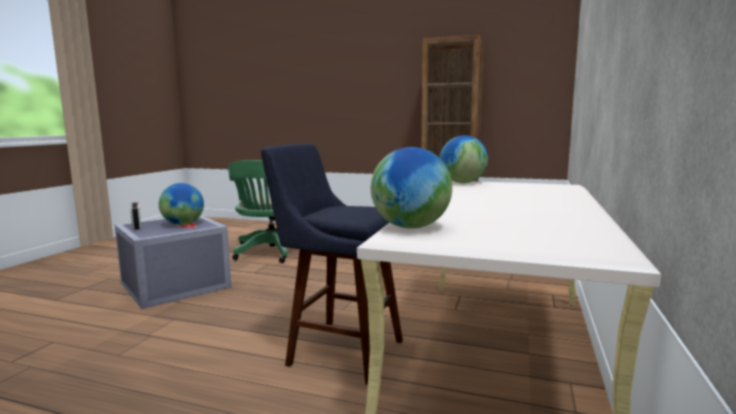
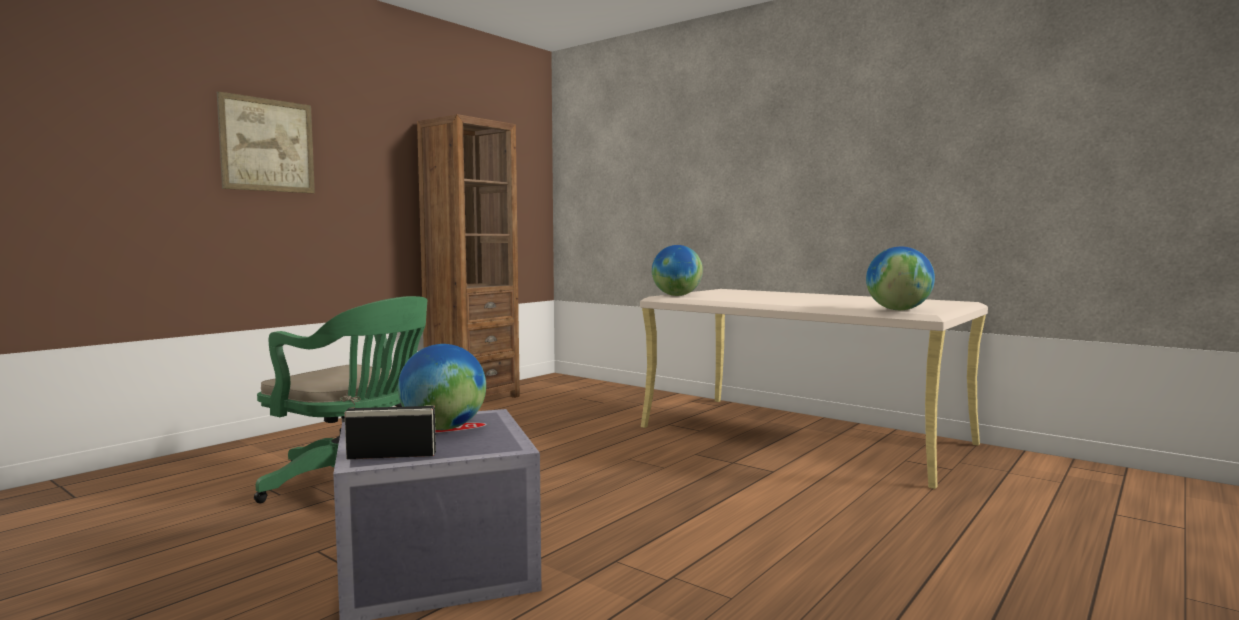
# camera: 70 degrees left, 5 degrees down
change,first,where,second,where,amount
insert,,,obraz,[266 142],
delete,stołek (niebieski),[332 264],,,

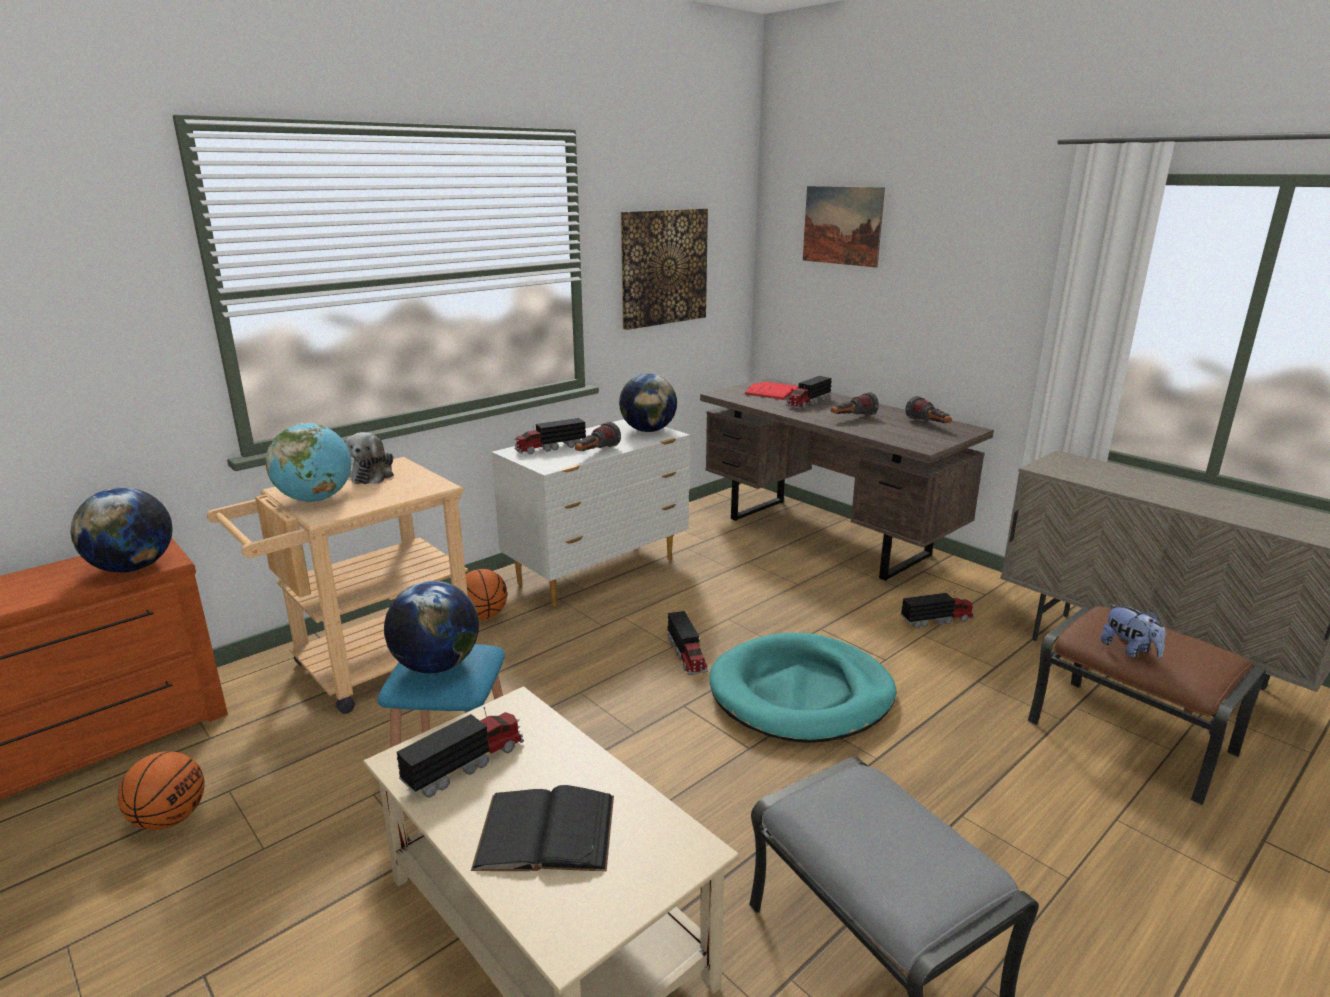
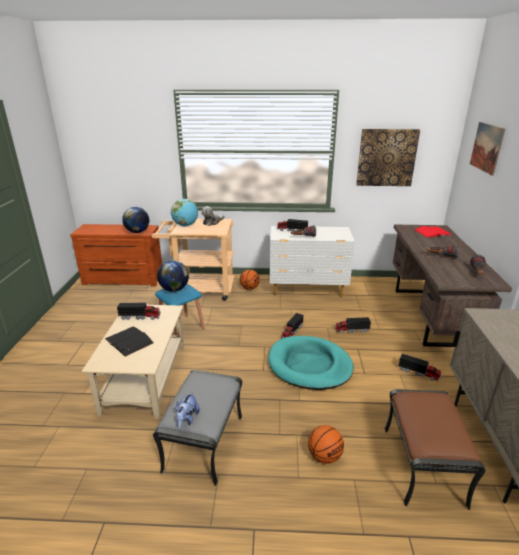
# camera: 45 degrees right, 5 degrees up
change,first,where,second,where,amount
move,pluszak,[1133 631],,[188 410],
move,piłka do koszykówki,[161 790],,[326 444],
move,ciężarówka zabawkowa,[809 392],,[353 325],
delete,globus,[648 403],,,

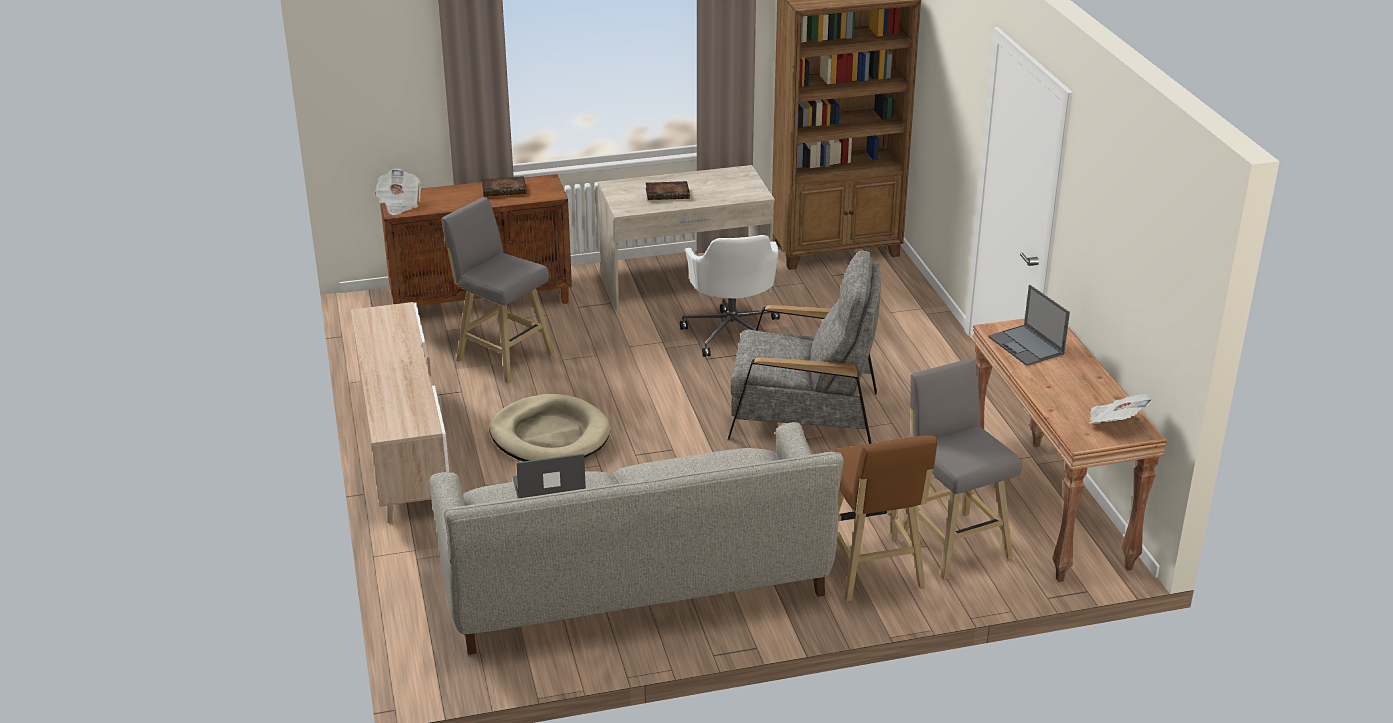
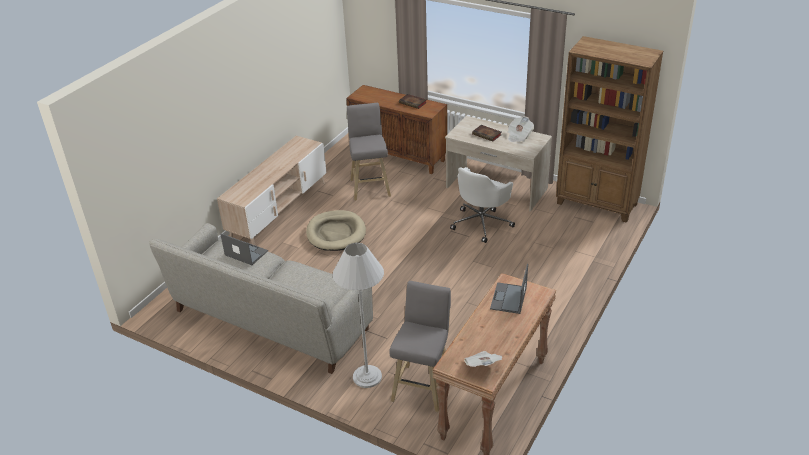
# camera: 45 degrees right, 5 degrees up
change,first,where,second,where,amount
replace,stołek (brązowy),[883 518],lampa stojąca (biały),[358 315],
move,gazeta,[398 192],,[520 129],
delete,fotel (szary),[804 347],,,

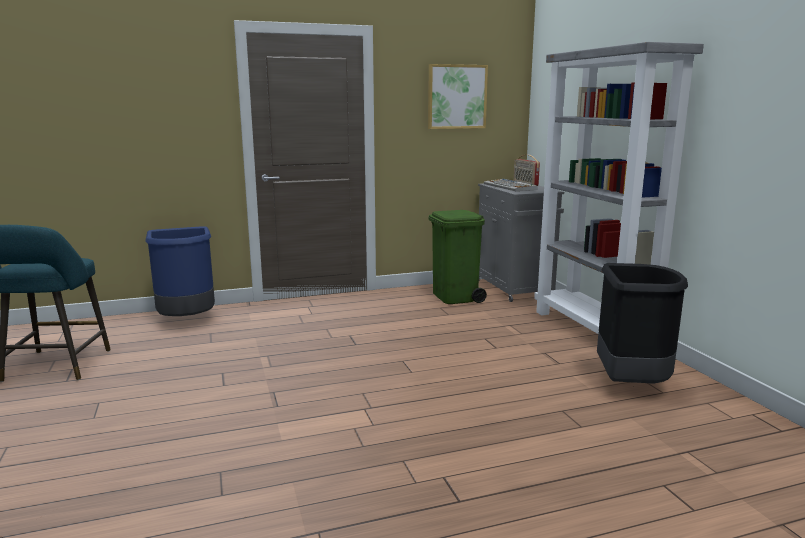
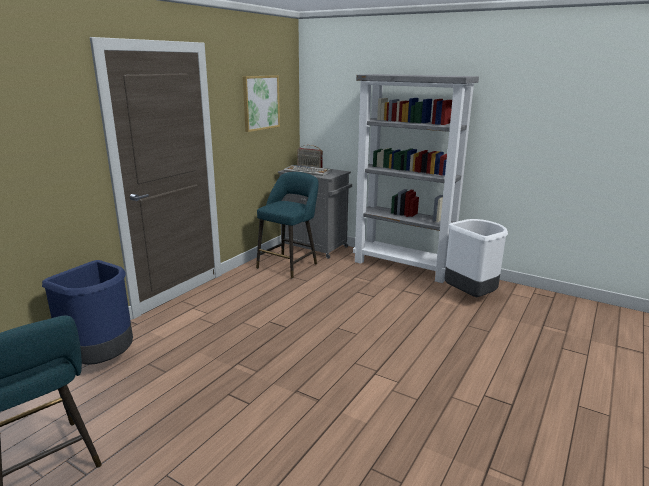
# camera: 40 degrees left, 5 degrees up
change,first,where,second,where,amount
replace,kosz na śmieci (zielony),[457 257],stołek (turkusowy),[287 225],
recolor,kosz na śmieci (czarny),[642 323],kosz na śmieci (biały),[476 258],

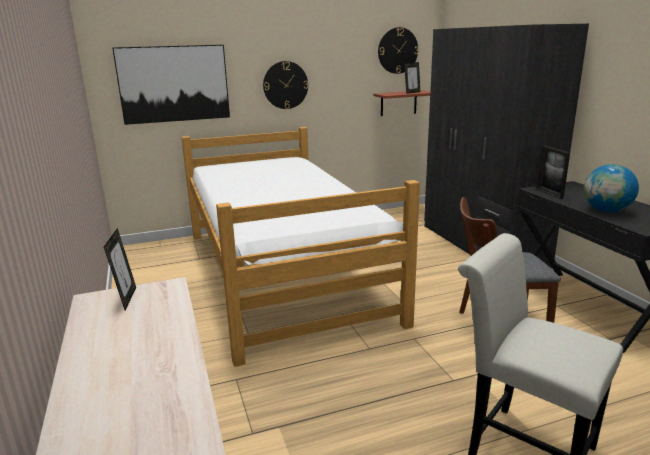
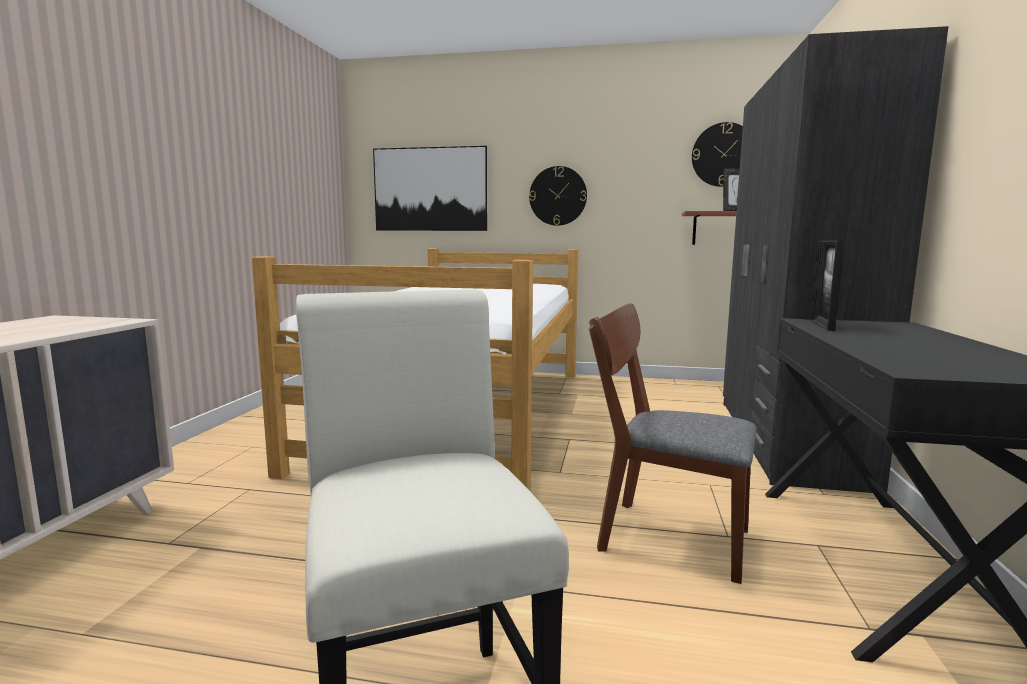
# camera: 30 degrees right, 10 degrees down
change,first,where,second,where,amount
delete,ramka na zdjęcie,[120 269],,,
delete,globus,[611 188],,,

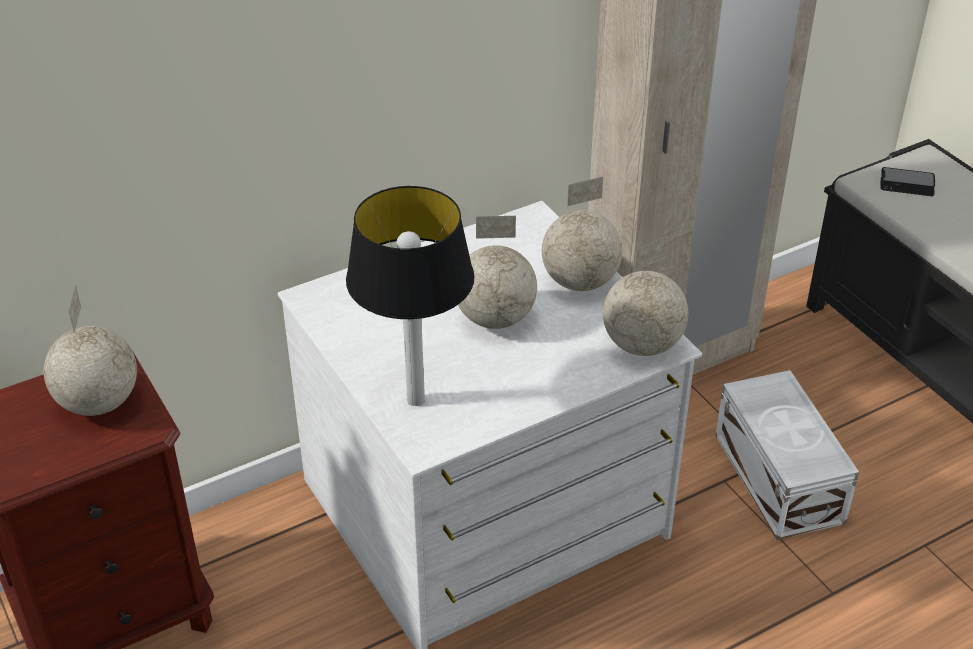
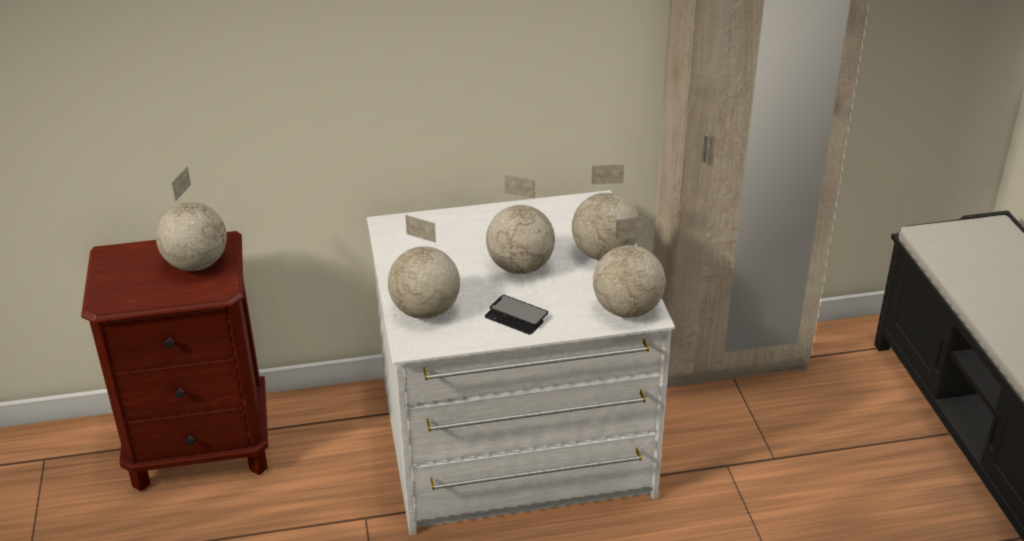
# camera: 20 degrees right, 5 degrees down
change,first,where,second,where,amount
replace,lampa stołowa,[410 296],globus,[424 267],
move,telefon,[908 181],,[516 314],
delete,pojemnik do przechowywania (biały),[787 455],,,

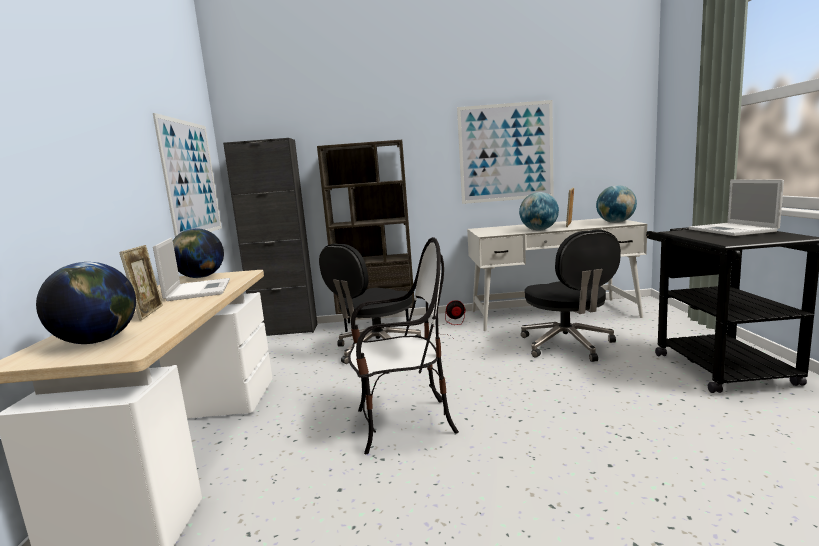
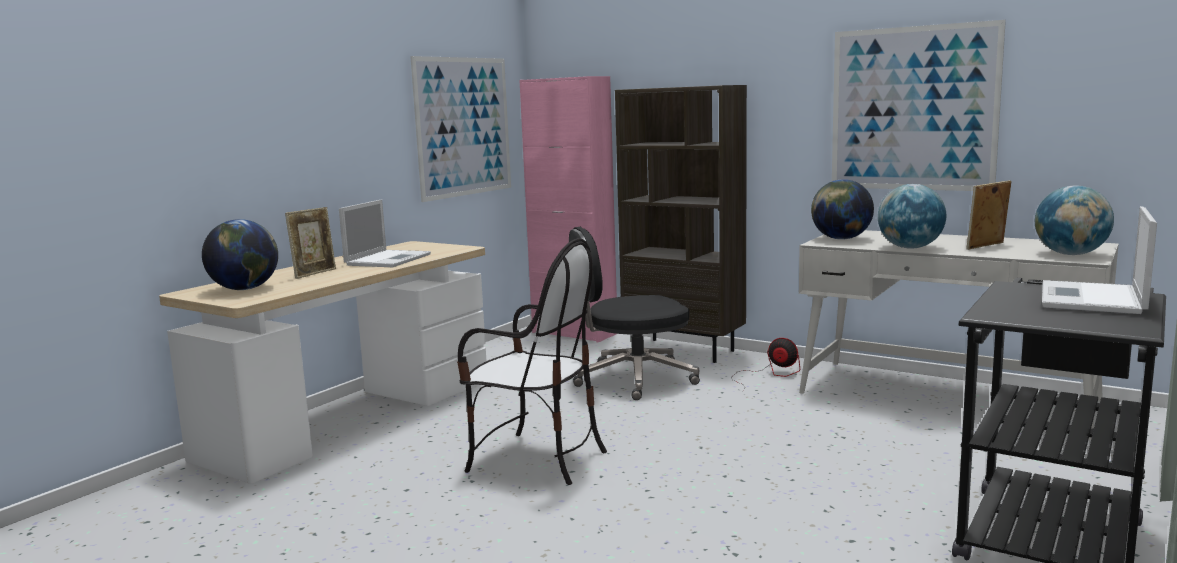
# camera: 35 degrees right, 0 degrees up
change,first,where,second,where,amount
recolor,szafka (czarny),[270 237],szafka (różowy),[568 209],
move,globus,[198 253],,[842 209],
delete,krzesło biurowe (czarny),[571 296],,,

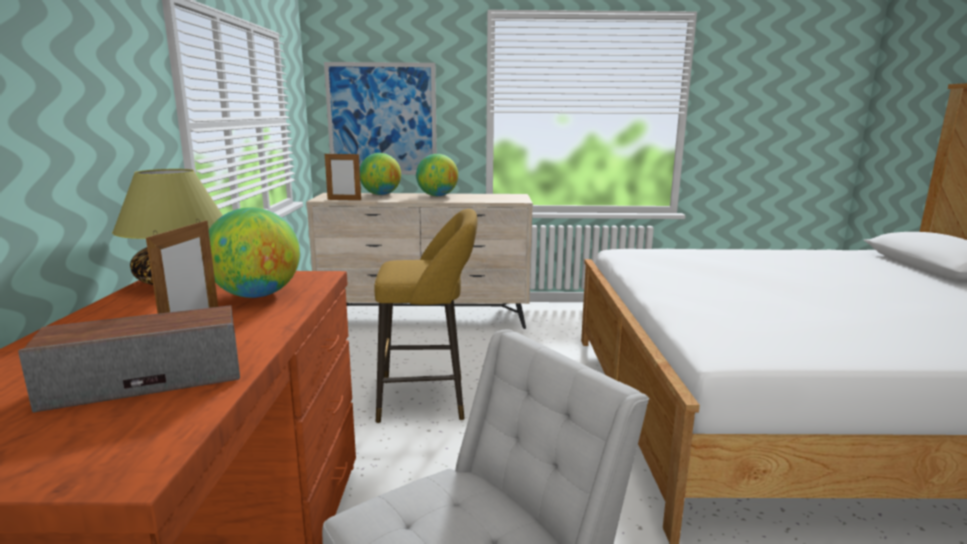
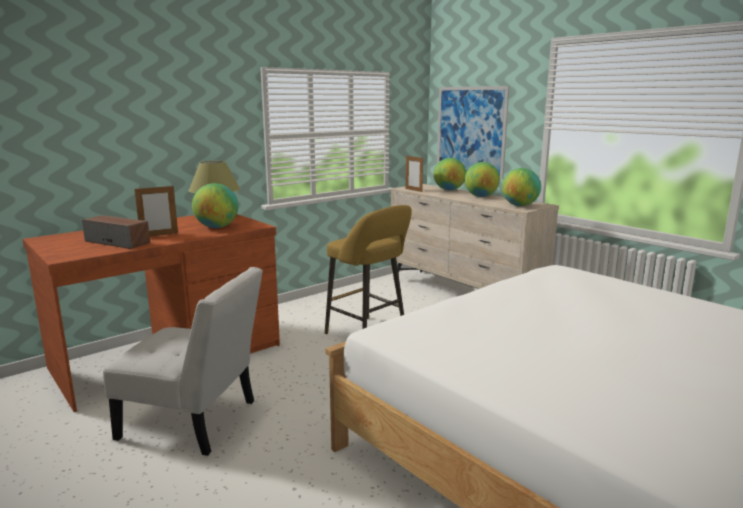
# camera: 50 degrees right, 0 degrees up
change,first,where,second,where,amount
insert,,,globus,[521 187],

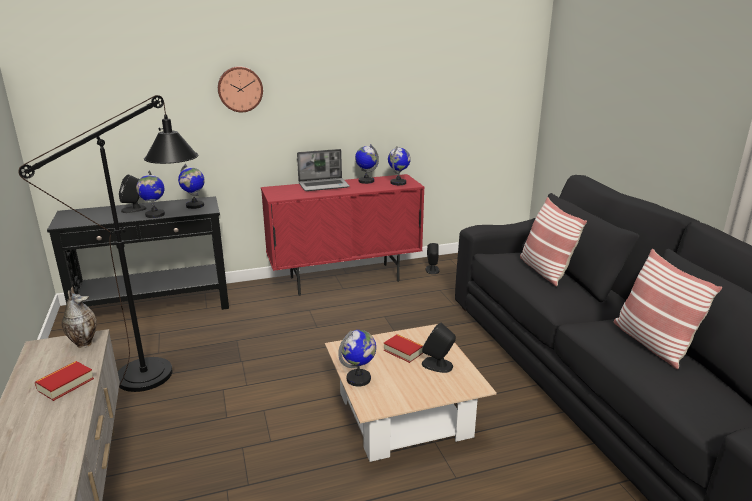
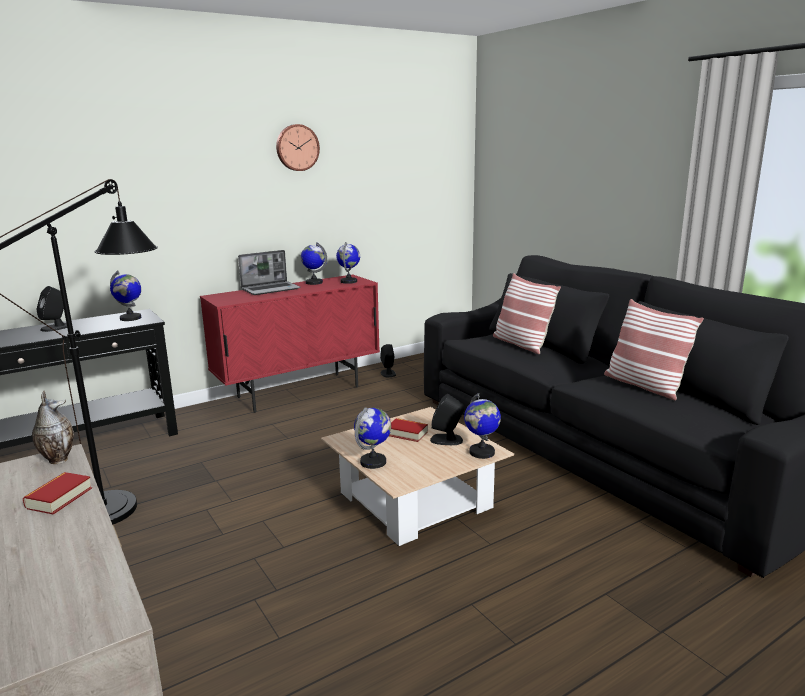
# camera: 15 degrees left, 5 degrees down
change,first,where,second,where,amount
move,zegar ścienny,[240 89],,[298 147],
move,globus,[150 194],,[482 426],

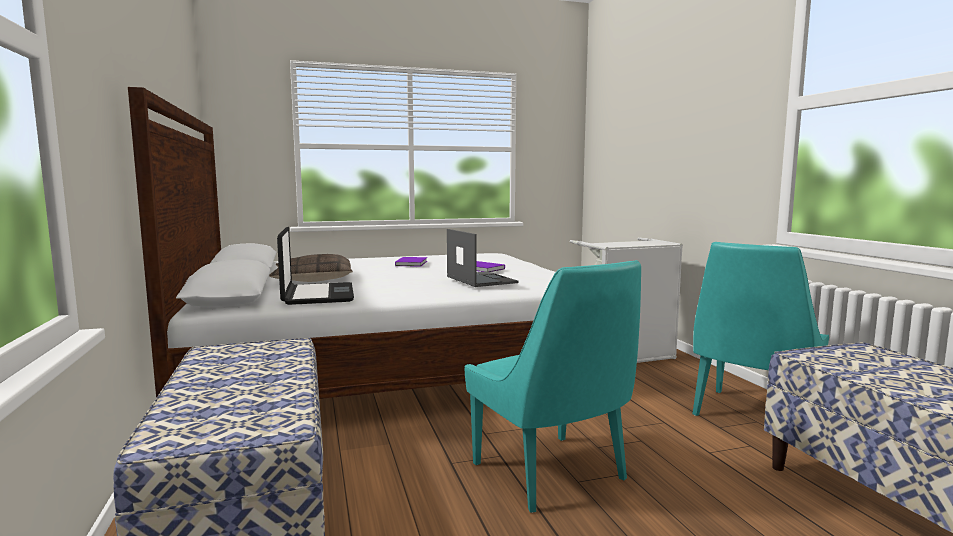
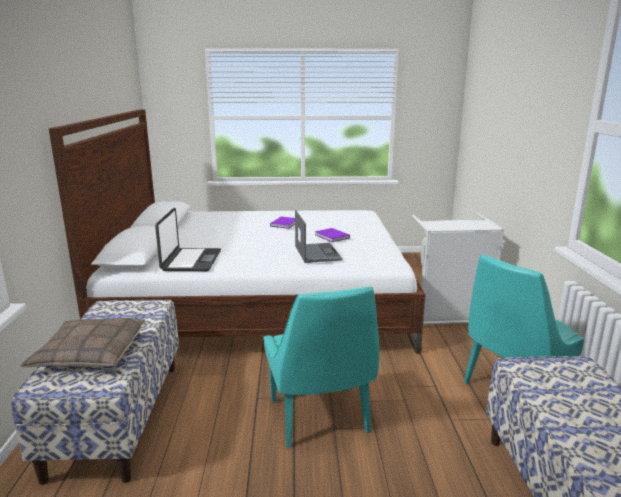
# camera: 15 degrees right, 10 degrees up
change,first,where,second,where,amount
move,poduszka,[311 268],,[83 342],

